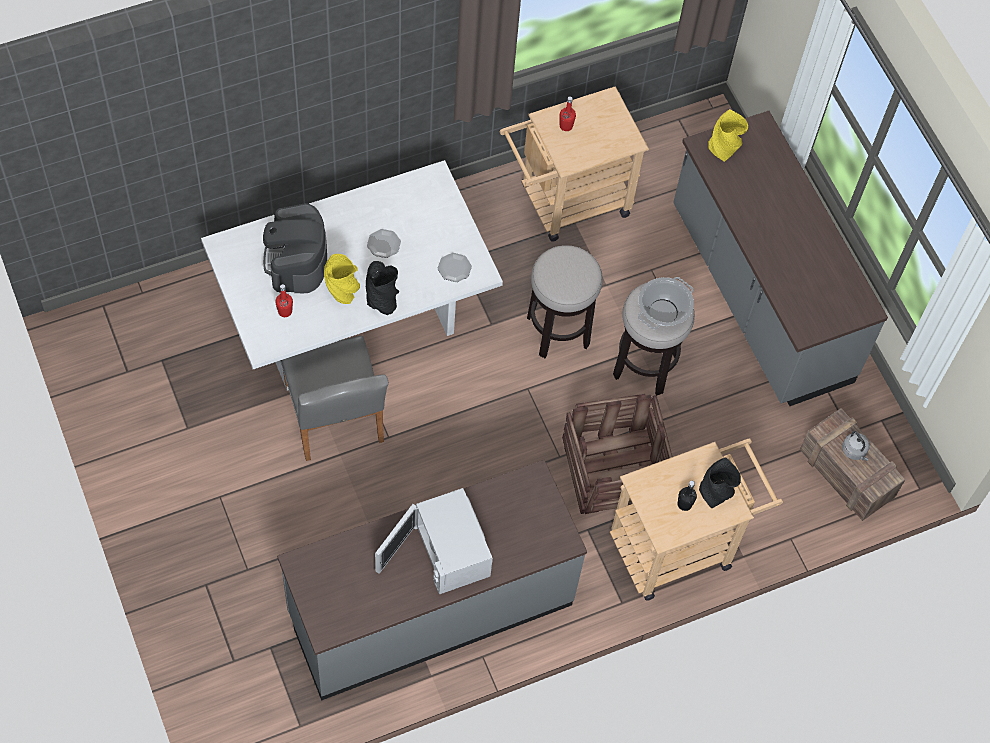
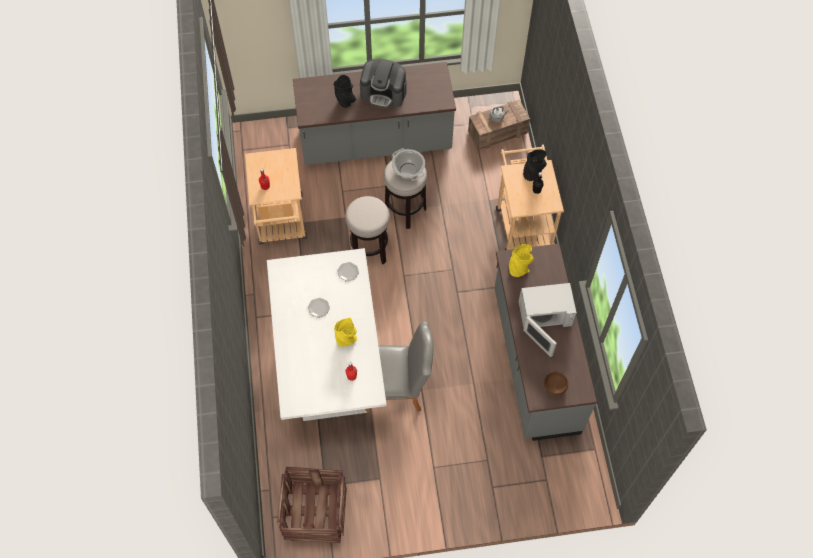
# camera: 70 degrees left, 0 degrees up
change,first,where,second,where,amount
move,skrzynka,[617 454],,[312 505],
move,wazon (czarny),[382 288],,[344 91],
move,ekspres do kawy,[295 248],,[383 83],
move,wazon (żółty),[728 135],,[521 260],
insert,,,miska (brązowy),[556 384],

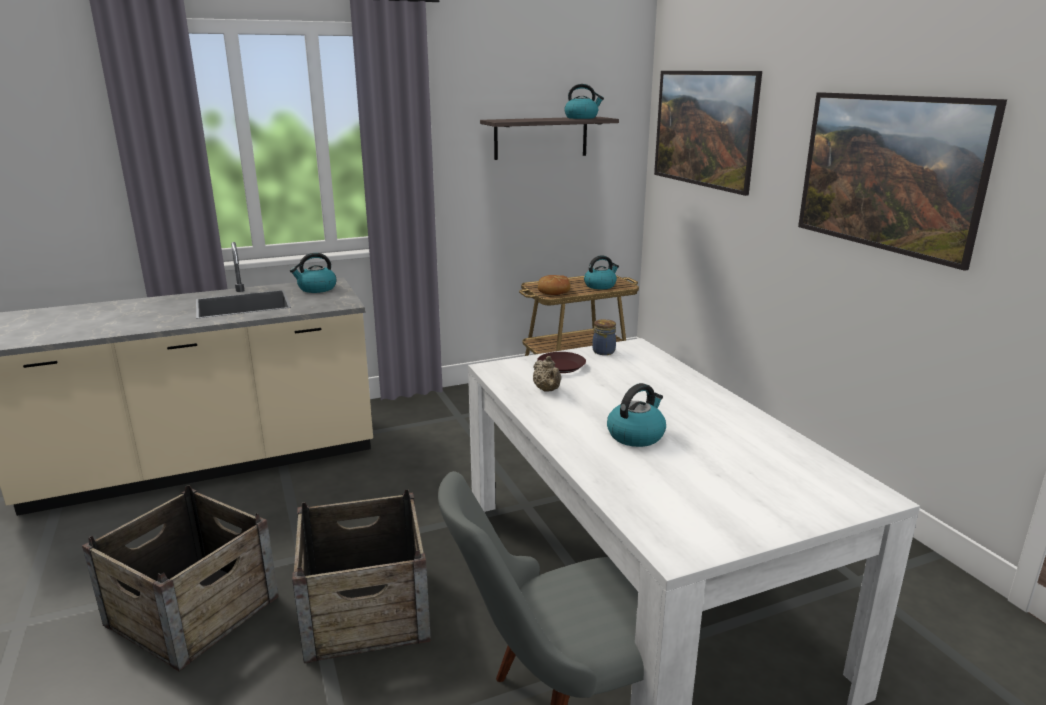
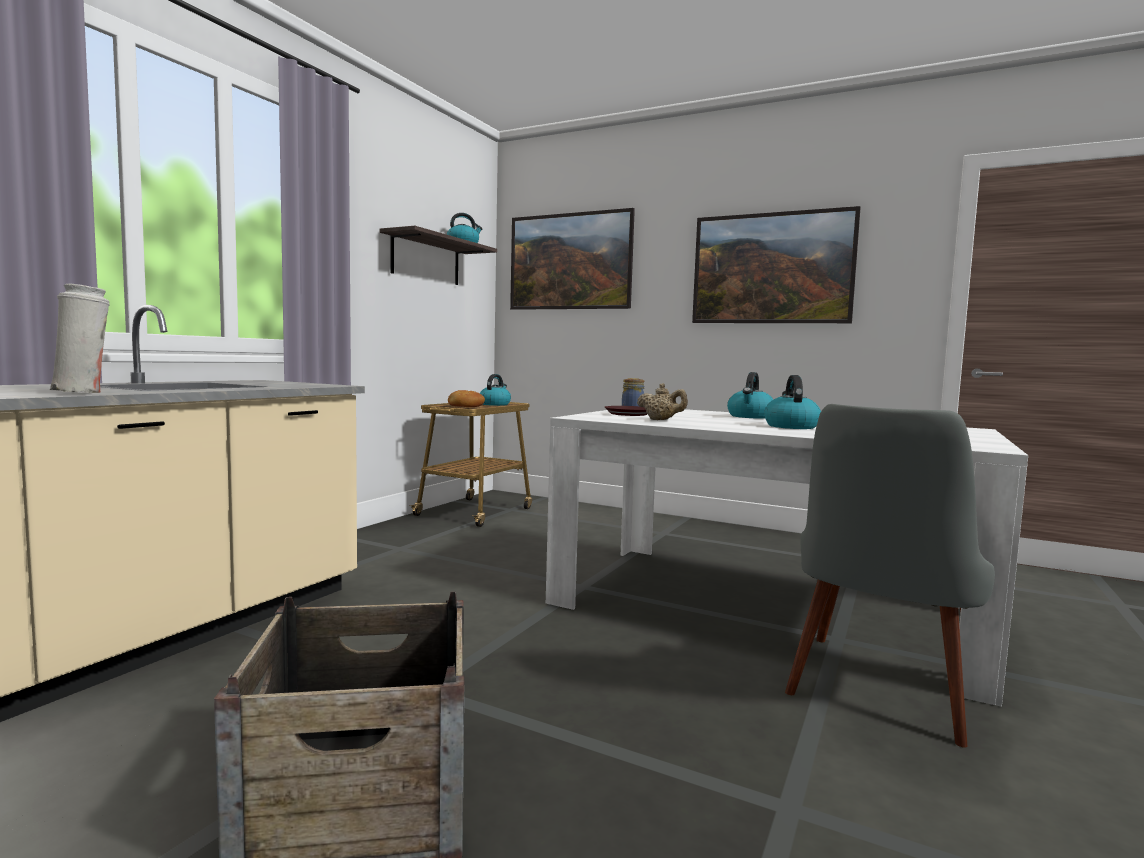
# camera: 40 degrees left, 15 degrees down
change,first,where,second,where,amount
insert,,,wazon (biały),[78 338],
move,czajnik,[313 273],,[750 395],
delete,skrzynka,[361 576],,,

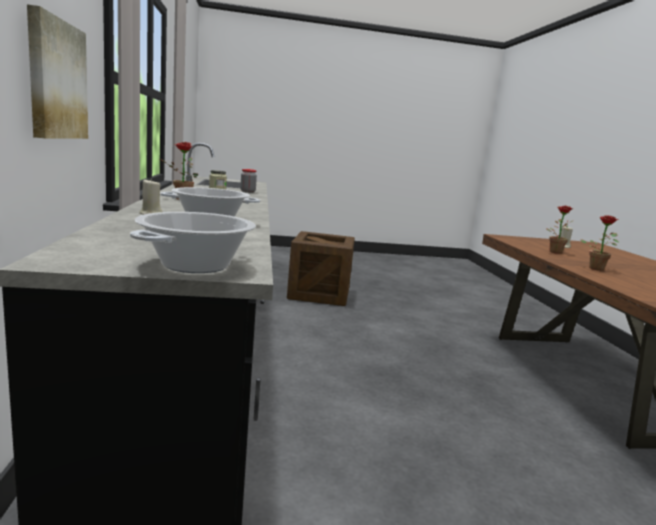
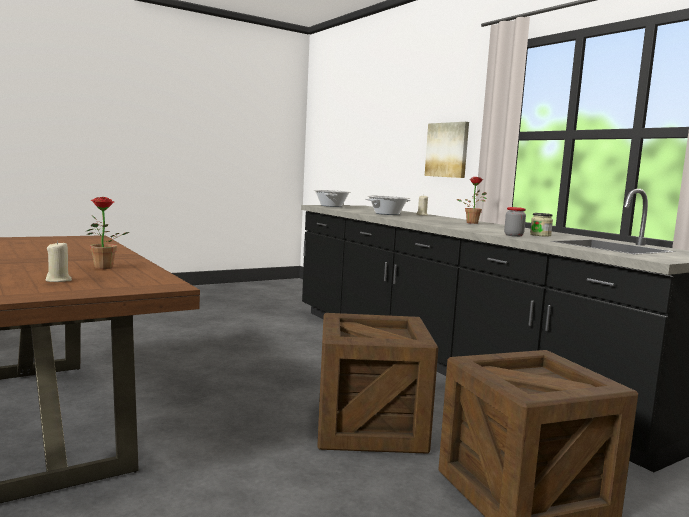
# camera: 155 degrees right, 5 degrees down
change,first,where,second,where,amount
insert,,,skrzynka,[377 383],
delete,roślina doniczkowa,[600 243],,,

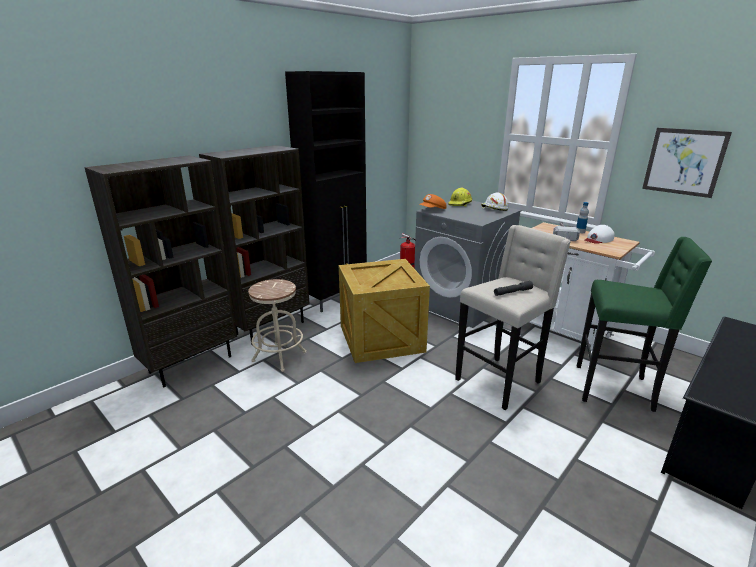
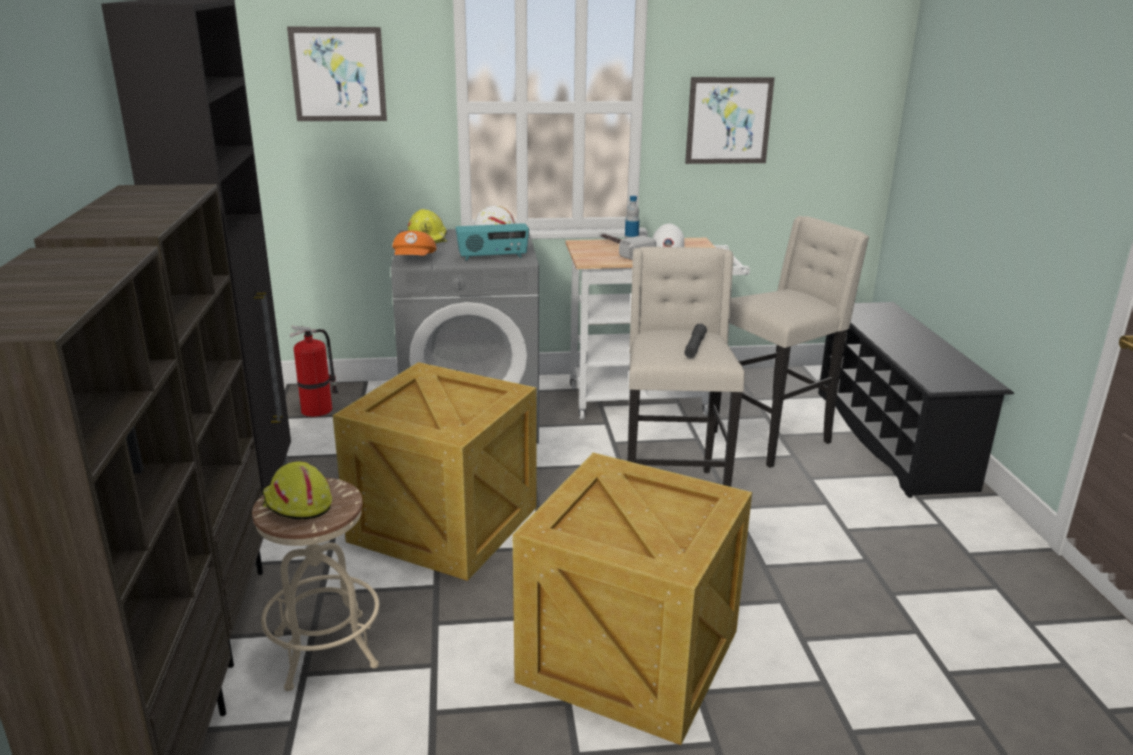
# camera: 50 degrees left, 0 degrees up
change,first,where,second,where,amount
insert,,,kask (żółty),[297 491],
insert,,,obraz,[337 73],
insert,,,radio,[492 242],
insert,,,skrzynka,[632 599],
recolor,stołek (zielony),[644 324],stołek (beżowy),[792 342],

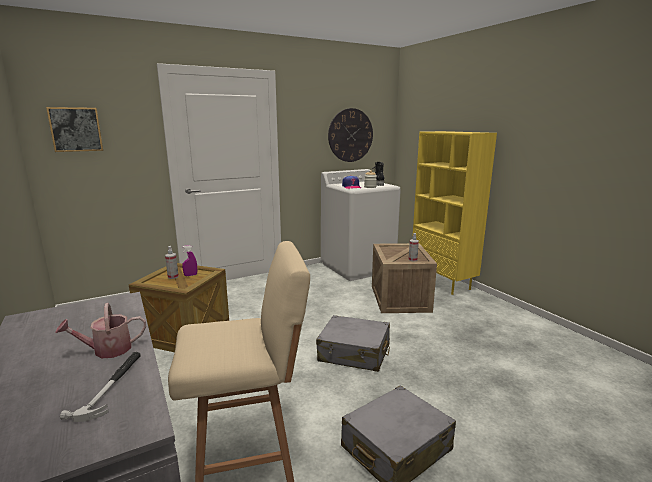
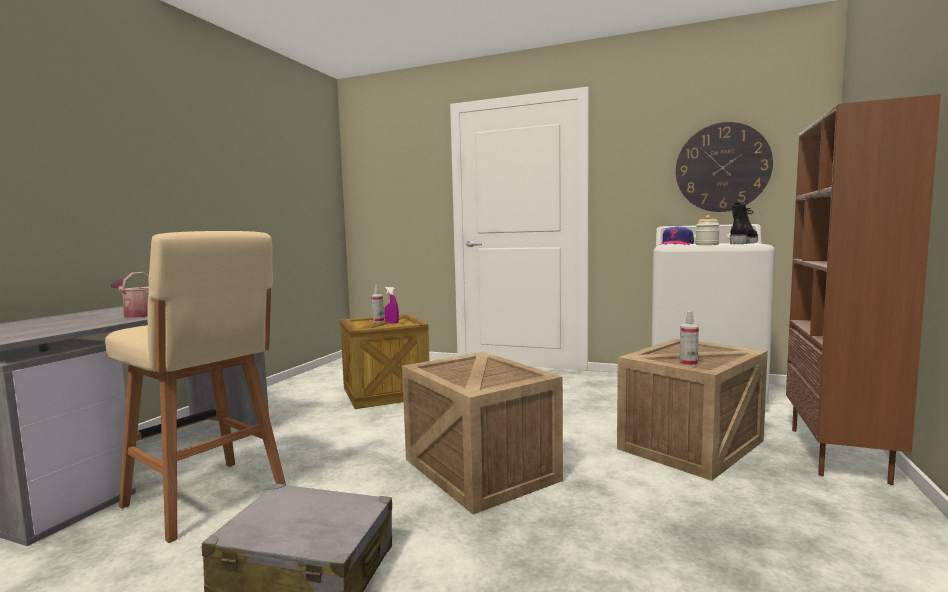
# camera: 50 degrees right, 10 degrees down
change,first,where,second,where,amount
replace,walizka (szary),[353 343],skrzynka,[482 433],
recolor,regał (żółty),[454 213],regał (brązowy),[863 289],
delete,obraz,[74 129],,,
delete,młotek,[100 387],,,

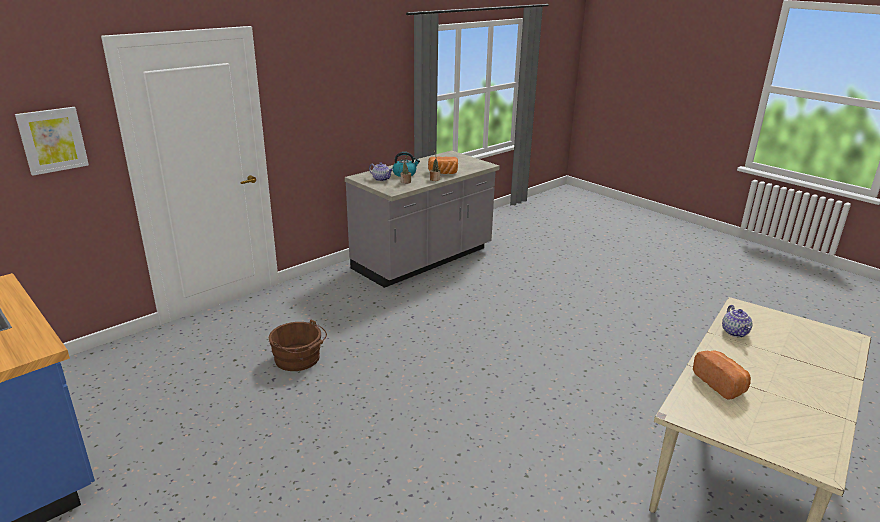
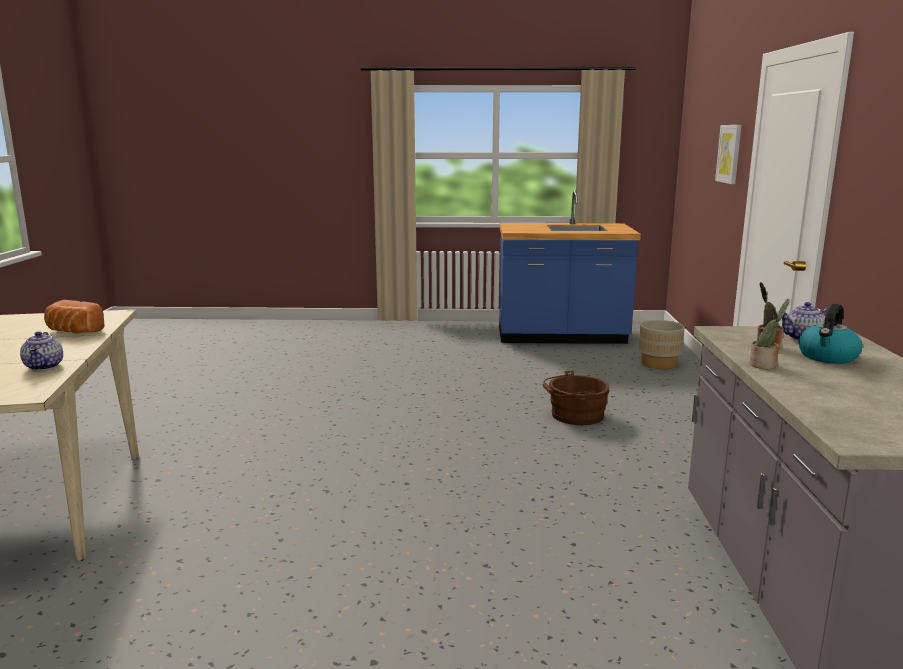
# camera: 135 degrees right, 10 degrees down
change,first,where,second,where,amount
rotate,imbryk,[737 321],,[41 351],150 degrees counterclockwise
insert,,,donica (beżowy),[662 344],
delete,chleb,[443 165],,,

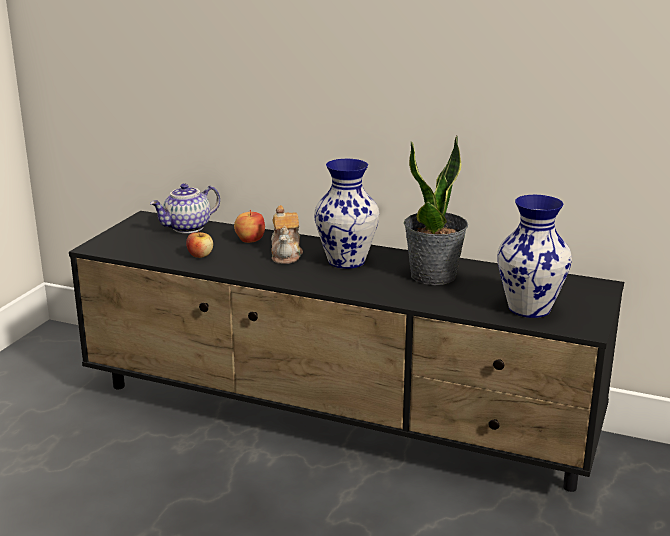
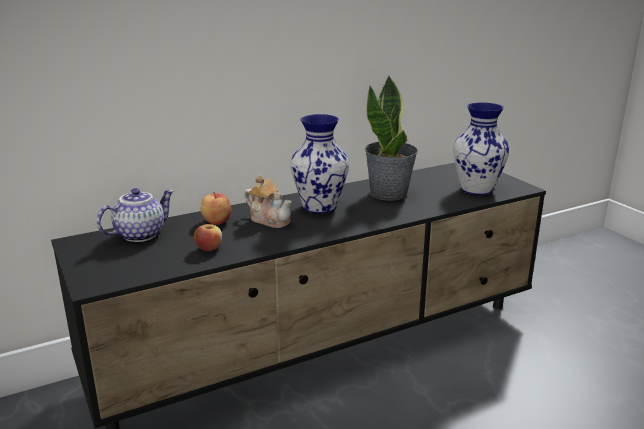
# camera: 50 degrees left, 0 degrees up
change,first,where,second,where,amount
rotate,imbryk,[185 208],,[135 215],135 degrees counterclockwise

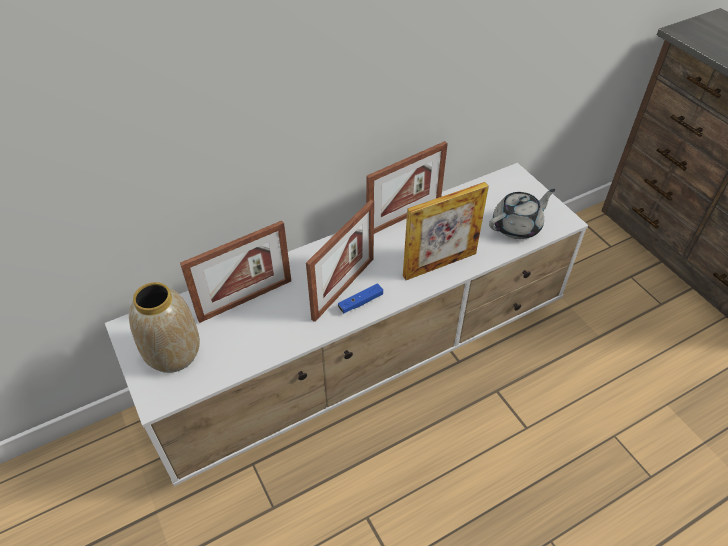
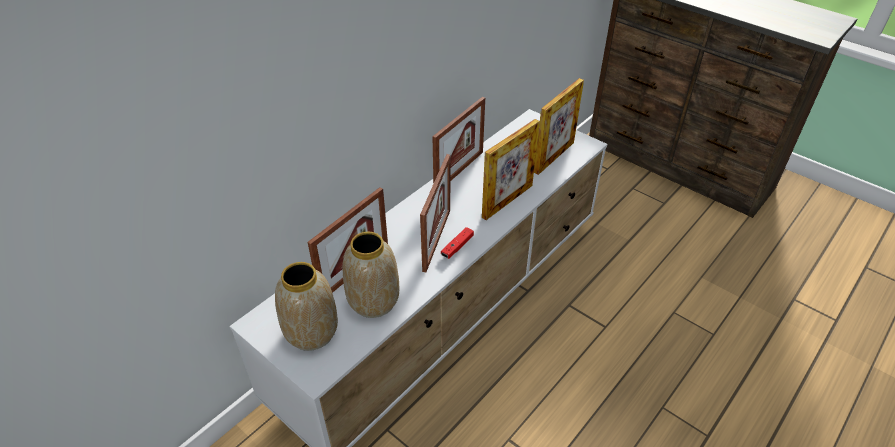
# camera: 20 degrees left, 5 degrees down
change,first,where,second,where,amount
insert,,,wazon,[371 275],
recolor,pad do gier (niebieski),[360 298],pad do gier (czerwony),[457 243],
replace,imbryk (szary),[522 214],ramka na zdjęcie,[559 126],

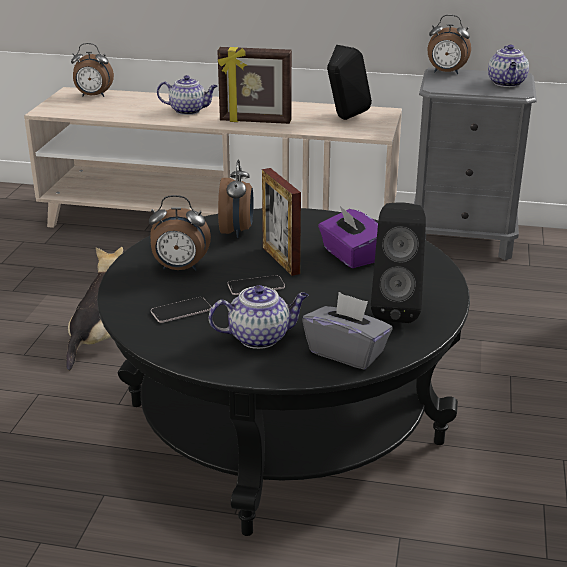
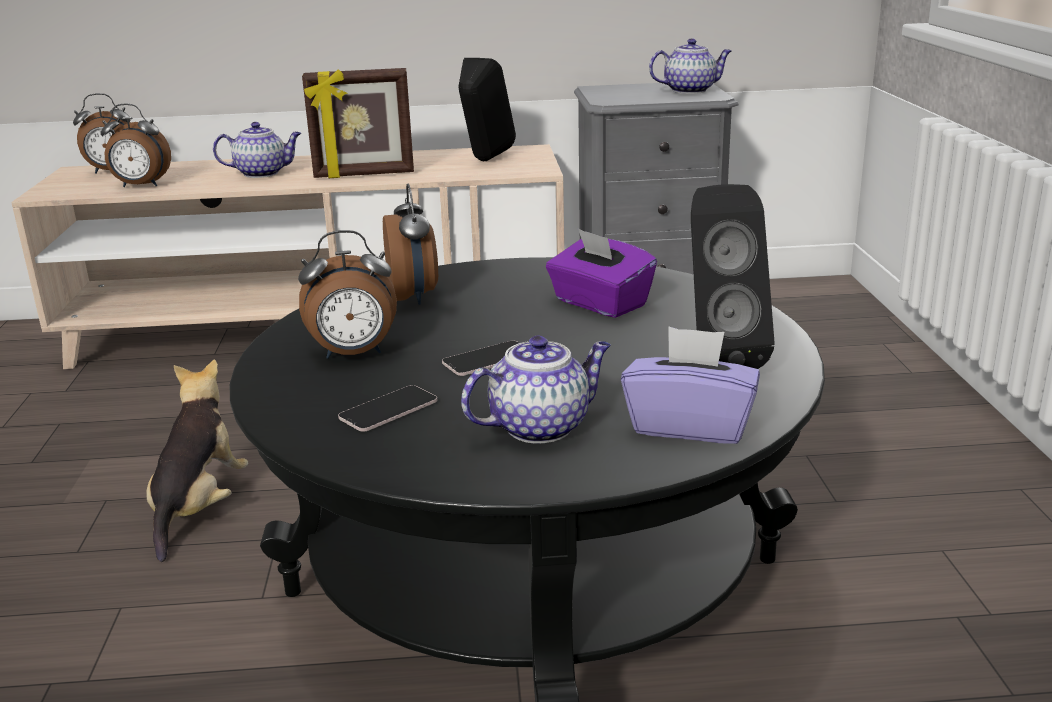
# camera: 15 degrees left, 5 degrees down
change,first,where,second,where,amount
move,budzik,[449 44],,[136 145],
recolor,pudełko chusteczek (szary),[347 331],pudełko chusteczek (fioletowy),[690 385],
rotate,imbryk,[508 66],,[690 66],90 degrees counterclockwise
delete,ramka na zdjęcie,[281 222],,,

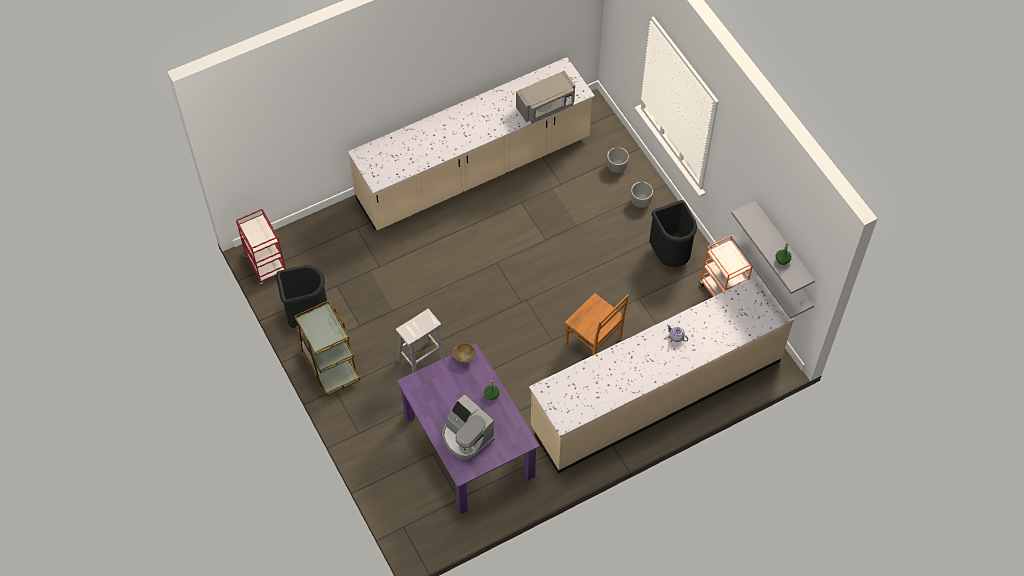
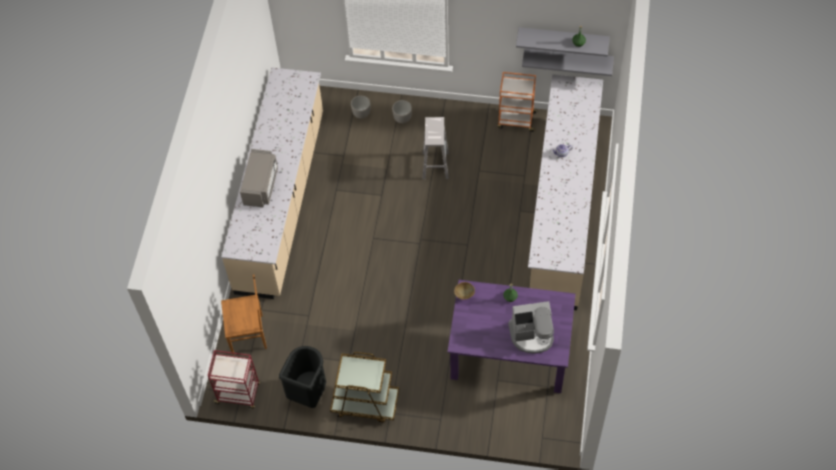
# camera: 50 degrees left, 0 degrees up
change,first,where,second,where,amount
move,krzesło (brązowy),[597 324],,[244 315],
move,mikrofalówka (szary),[545 97],,[259 178],
move,stołek (biały),[420 341],,[436 148],
delete,kosz na śmieci (czarny),[673 233],,,

